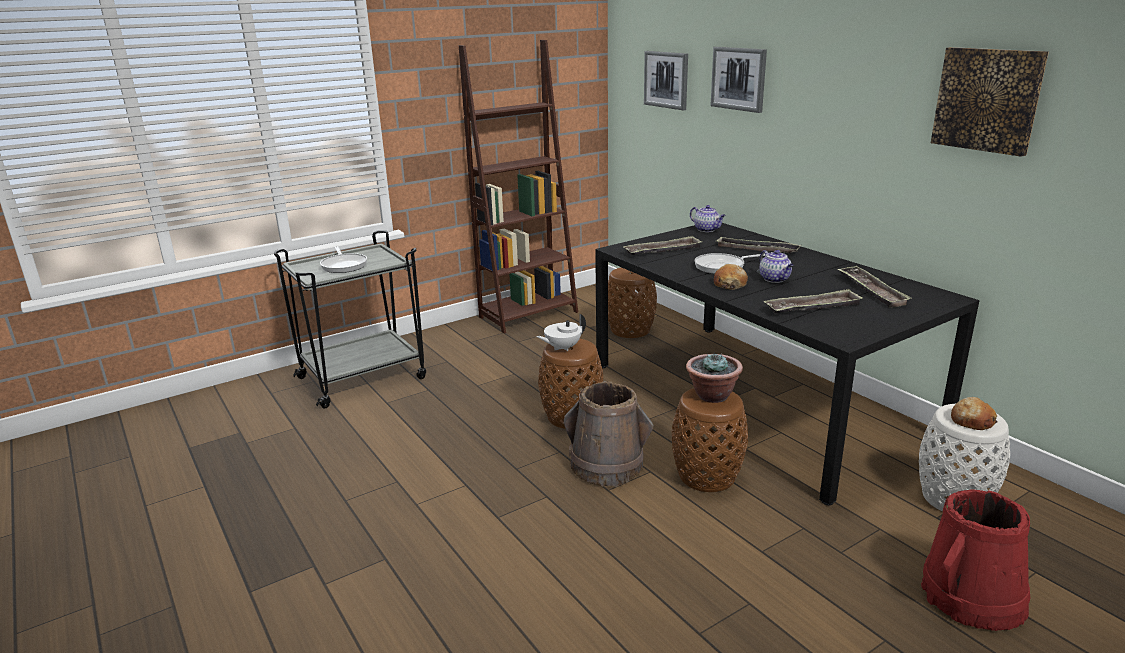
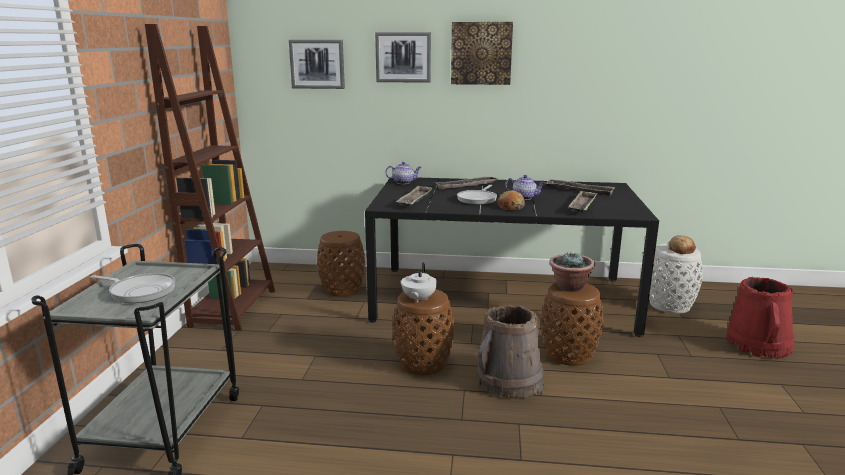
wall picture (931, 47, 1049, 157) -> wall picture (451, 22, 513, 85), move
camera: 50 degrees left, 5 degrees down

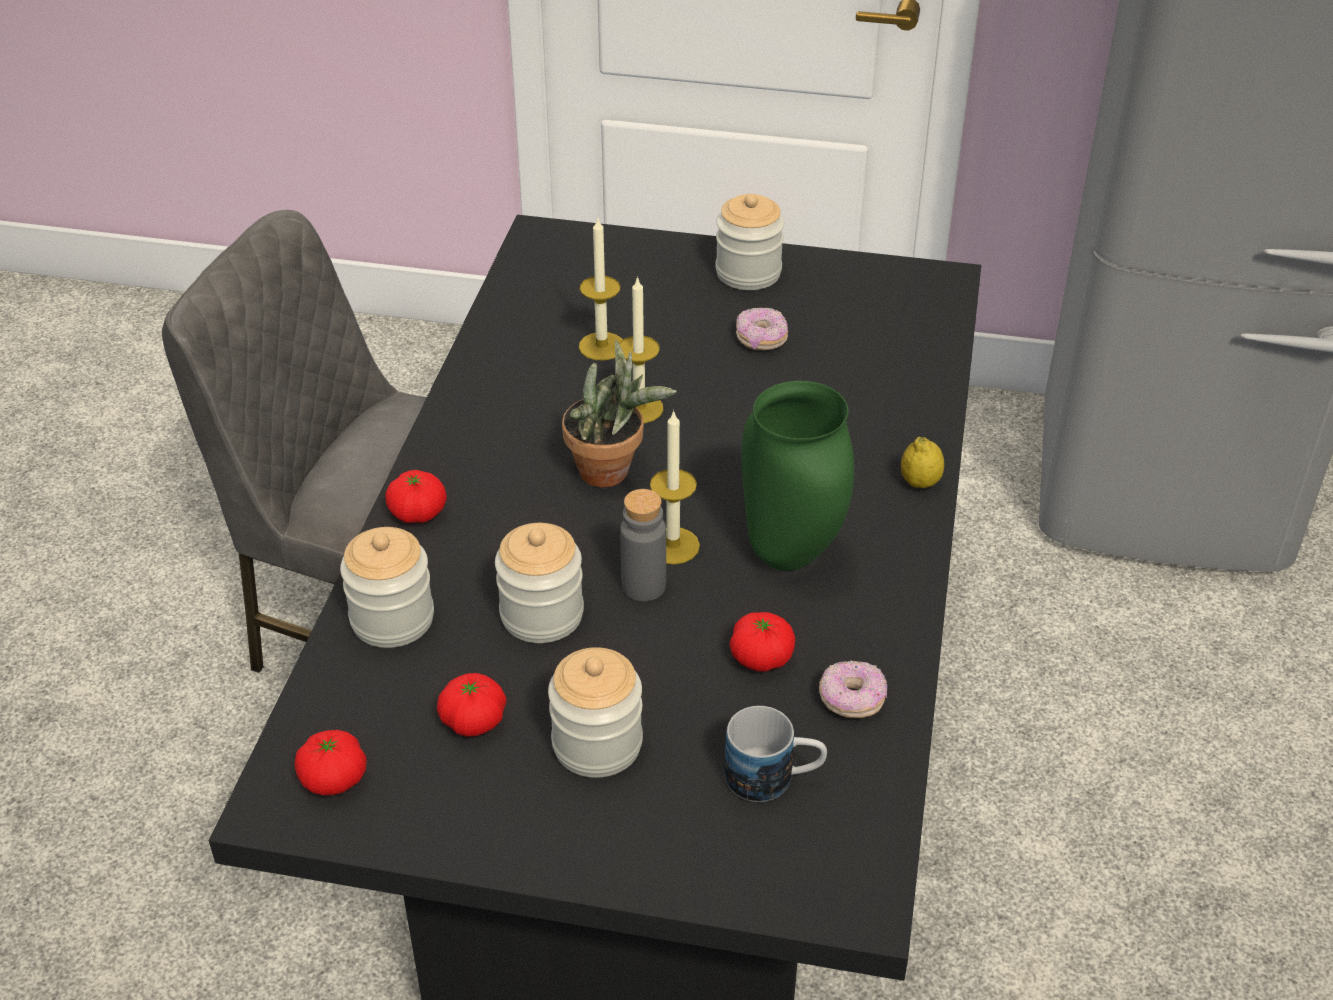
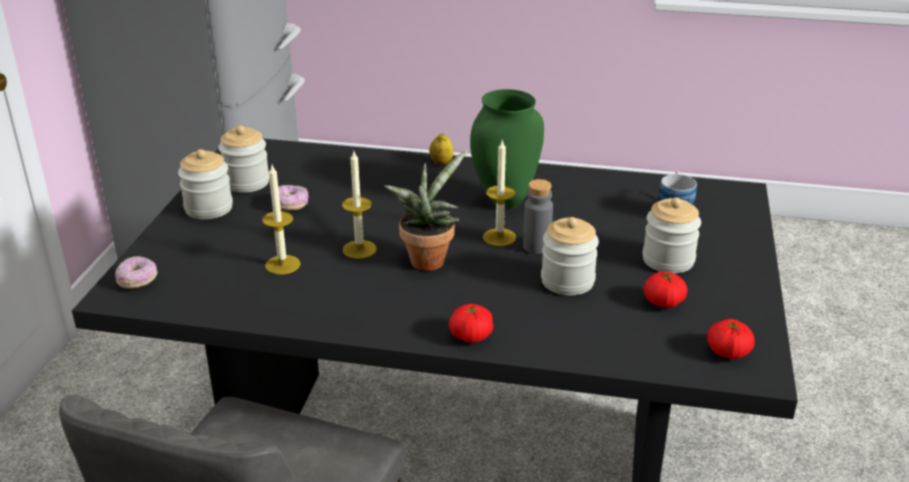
fresh tomato (730, 612, 795, 672) -> none
jar (340, 527, 434, 648) -> jar (218, 125, 269, 193), move
ring doughnut (819, 660, 887, 718) -> ring doughnut (115, 256, 158, 289), move
camera: 90 degrees left, 10 degrees down

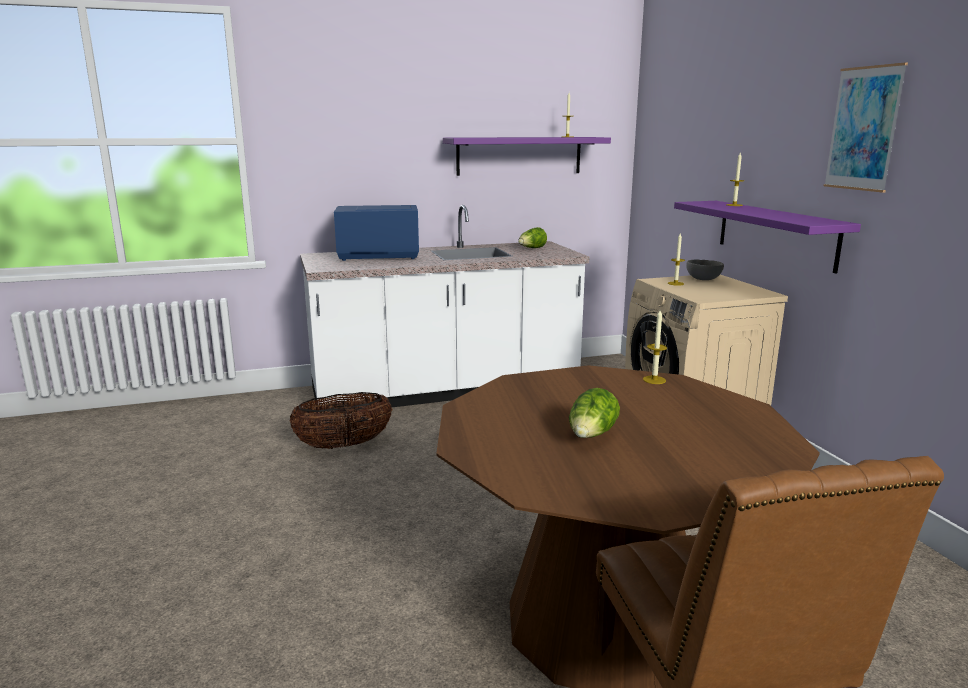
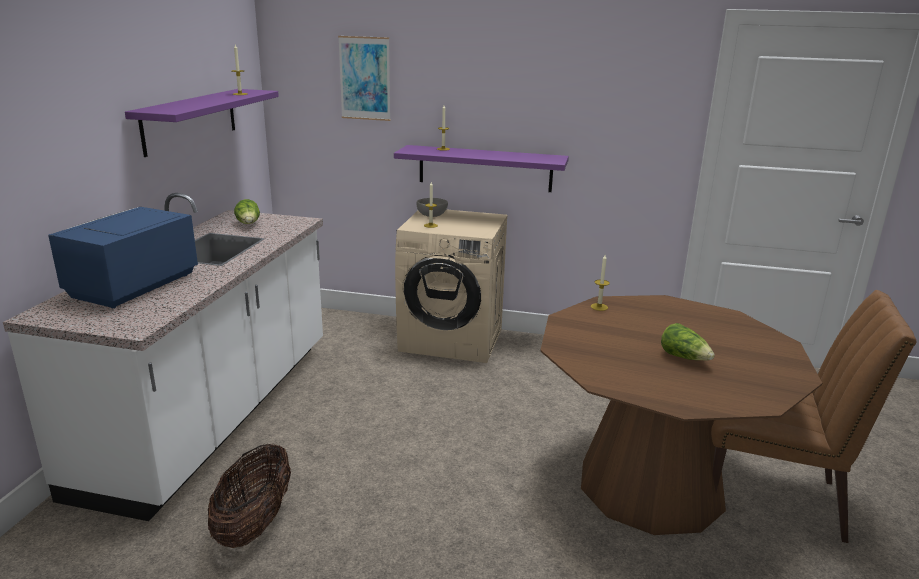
wall picture (824, 62, 908, 193) -> wall picture (338, 36, 391, 121), move
camera: 60 degrees left, 5 degrees up

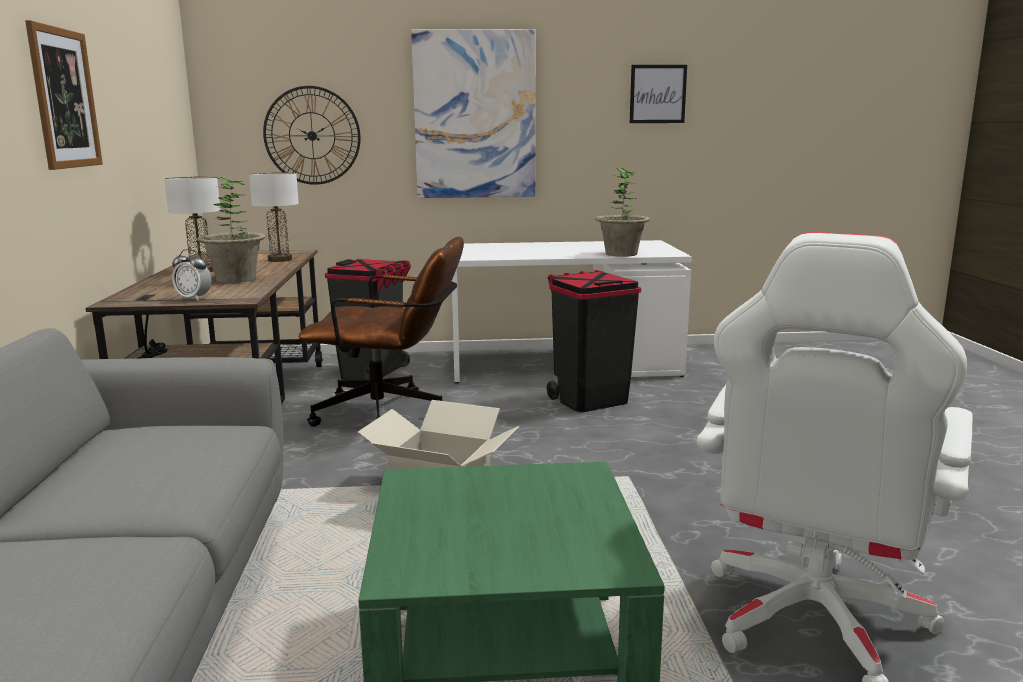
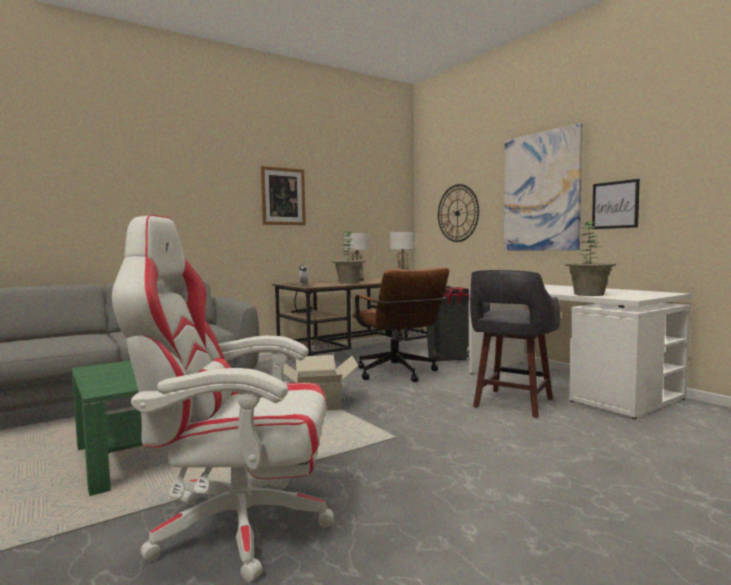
wall picture (630, 65, 687, 123) -> wall picture (592, 179, 640, 229), move
blackish rubbish bin (547, 270, 641, 413) -> gray stool seat (470, 270, 560, 418)
camera: 60 degrees right, 10 degrees down

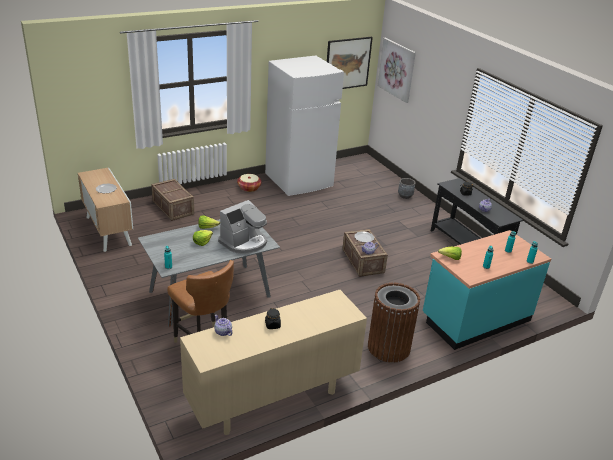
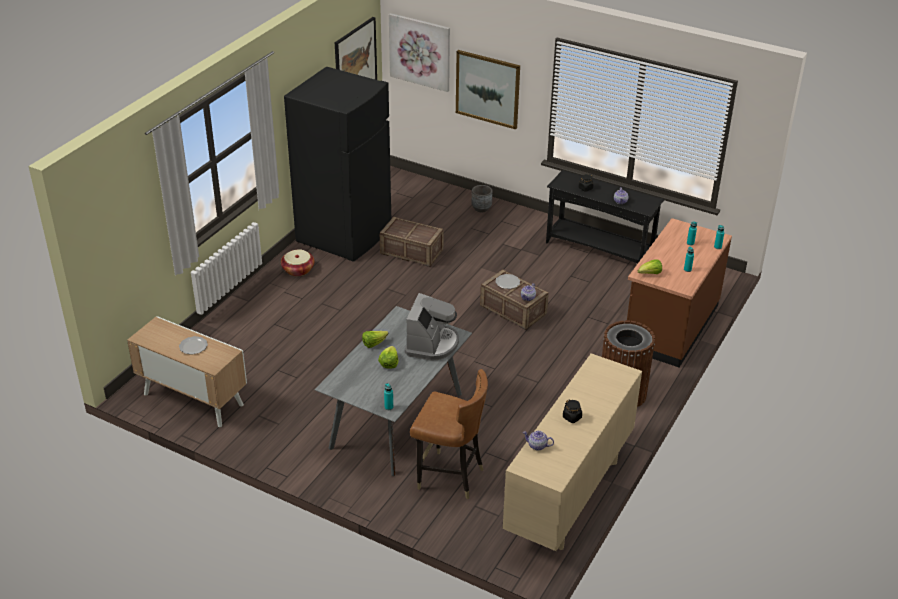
none -> wall picture (456, 50, 520, 130)
shipping crate (151, 179, 194, 221) -> shipping crate (380, 217, 444, 267), move
white fridge (265, 56, 344, 196) -> blackish fridge (284, 67, 391, 262)
turquoise kitchen counter (423, 230, 551, 350) -> brown kitchen counter (627, 218, 732, 367)
camera: 30 degrees left, 5 degrees up

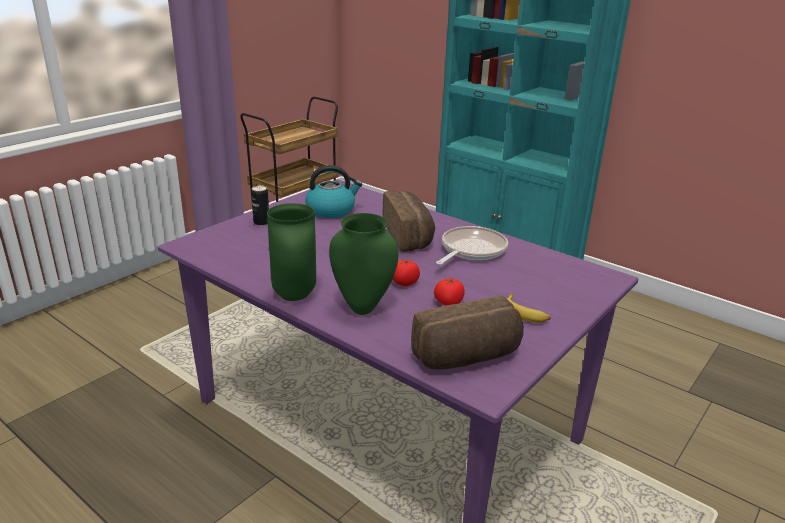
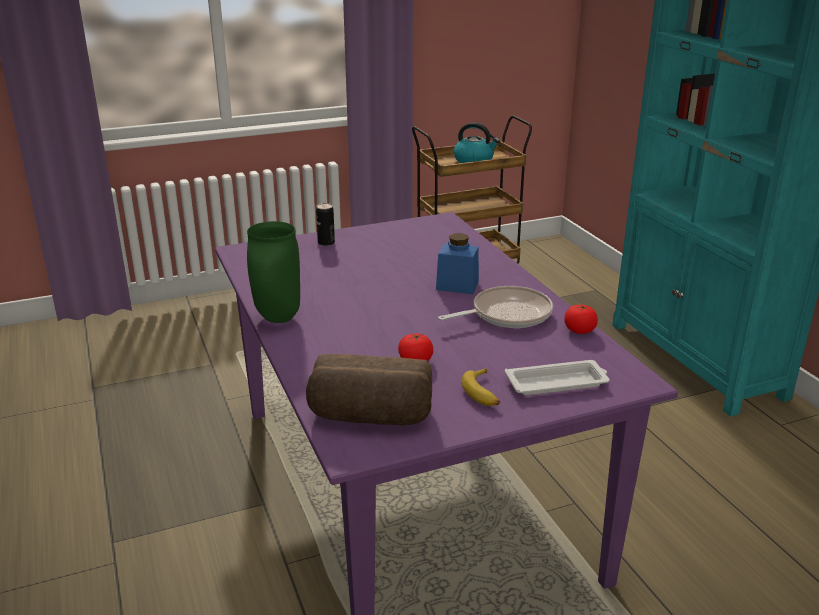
green vase (329, 213, 398, 315) -> none
none -> white tray (505, 360, 609, 395)
kettle (305, 165, 362, 218) -> kettle (454, 122, 500, 163), move
fresh tomato (393, 260, 420, 286) -> fresh tomato (564, 304, 598, 334), move
bread (383, 191, 435, 252) -> bluish jar (436, 233, 479, 294)
camera: 30 degrees right, 0 degrees up

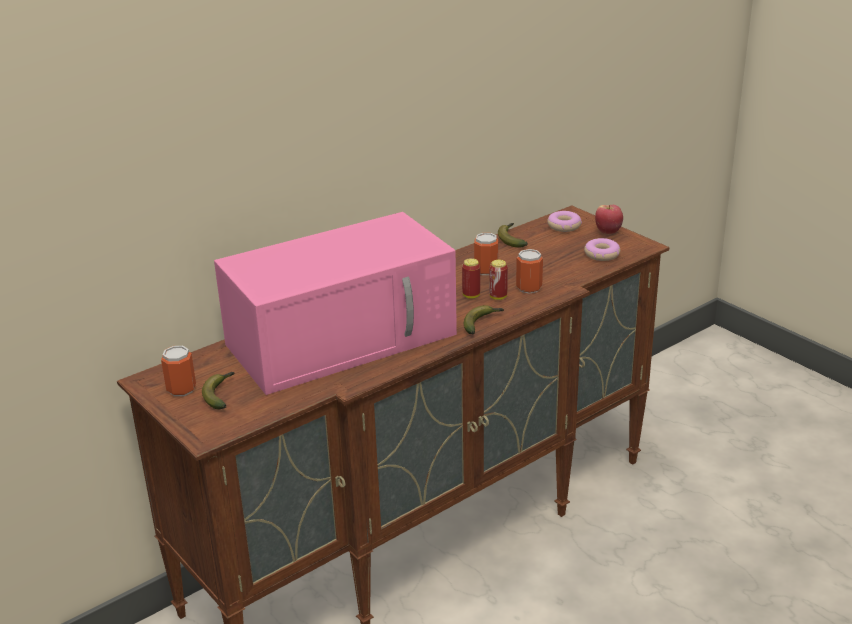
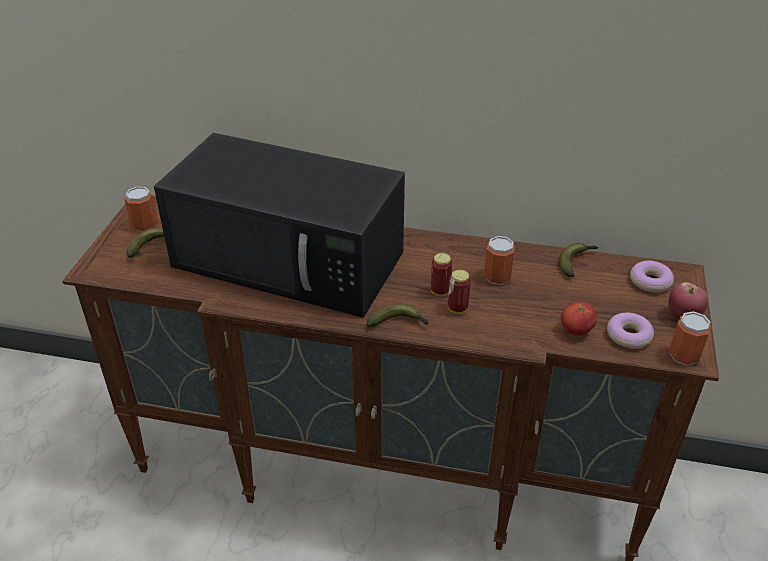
none -> fresh tomato (561, 302, 597, 336)
metal can (516, 249, 543, 294) -> metal can (669, 311, 712, 366), move
pinkish microwave oven (214, 212, 457, 395) -> blackish microwave oven (154, 133, 405, 318)
camera: 50 degrees right, 10 degrees up

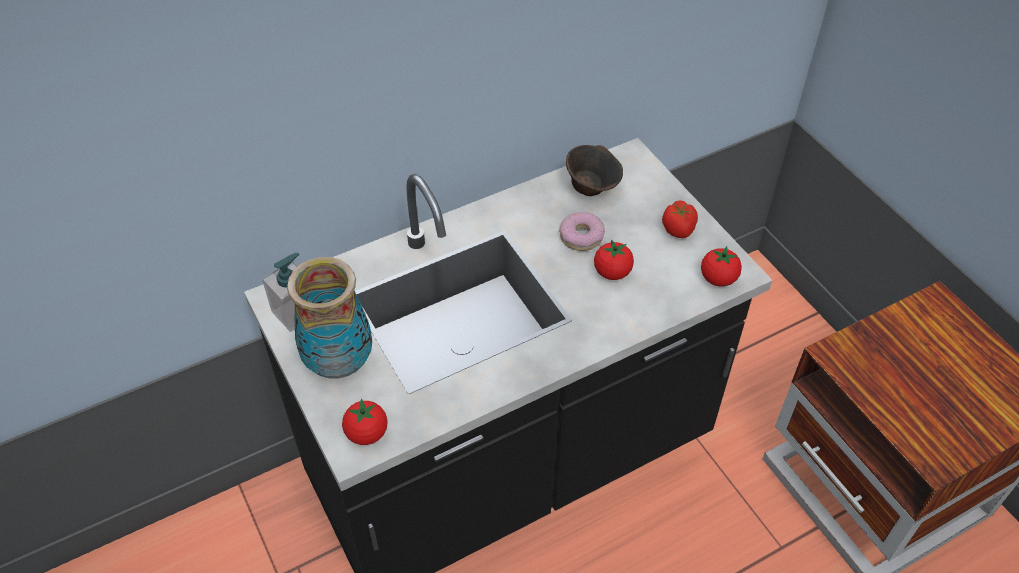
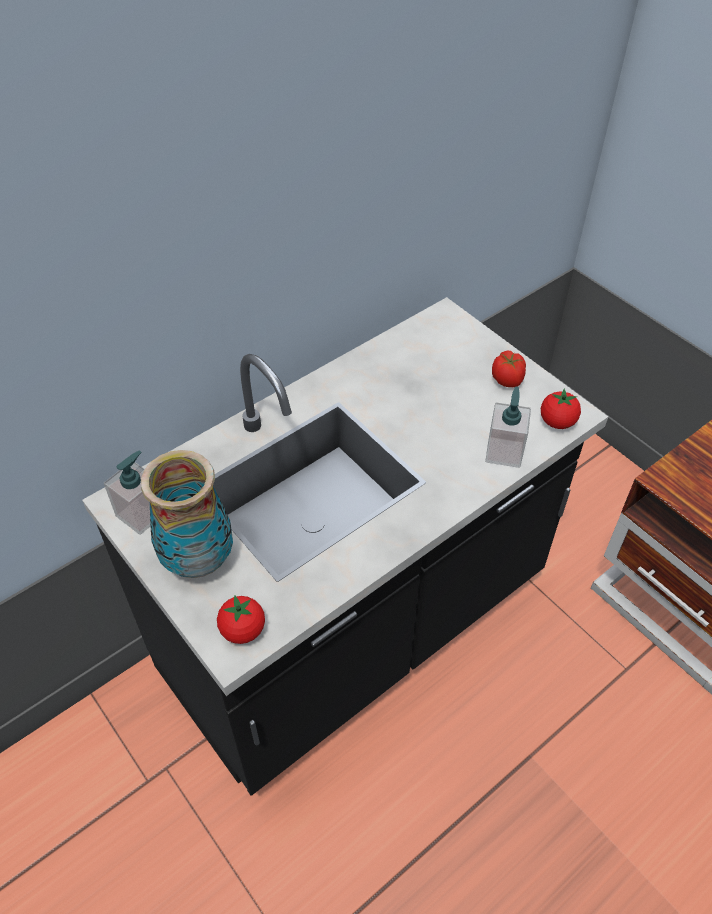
ring doughnut (559, 212, 605, 251) -> none
brown deep dish (566, 145, 623, 196) -> none
fresh tomato (594, 240, 634, 280) -> none
none -> soap dispenser (485, 386, 531, 468)
camera: 10 degrees left, 0 degrees up

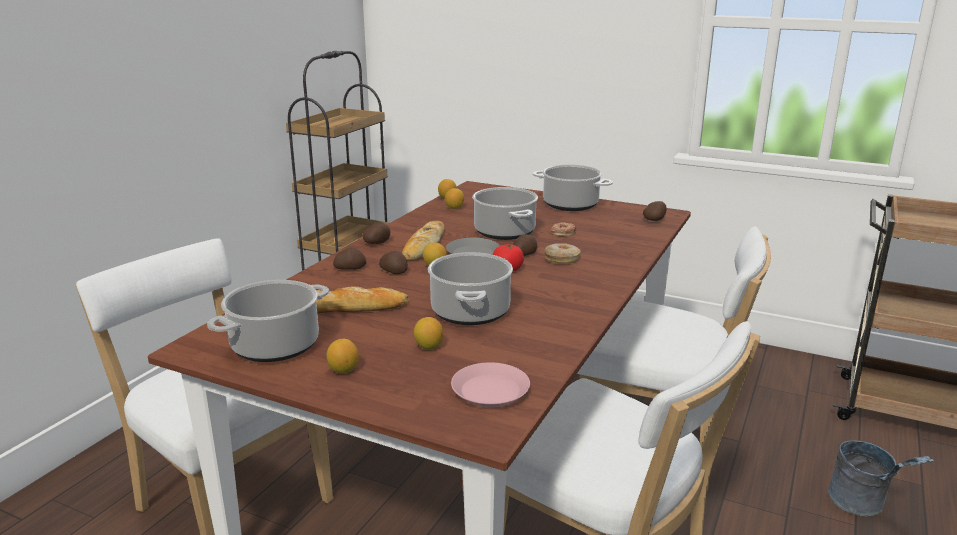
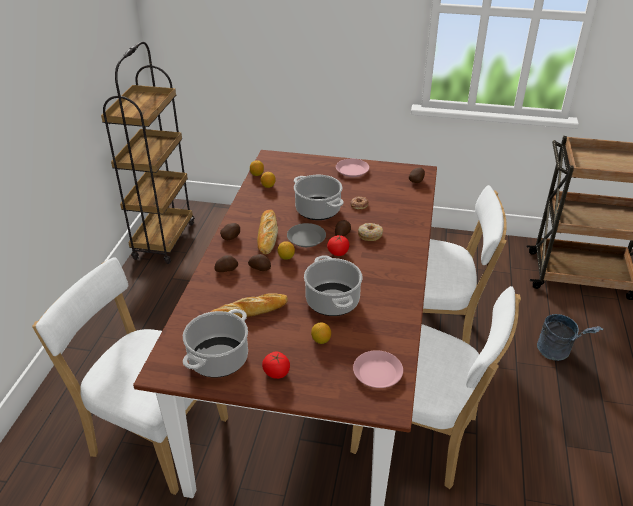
whole lemon (326, 339, 359, 373) -> fresh tomato (262, 352, 290, 379)
saucepot (533, 165, 613, 211) -> pinkish dinner plate (336, 159, 369, 177)
camera: 15 degrees left, 15 degrees up

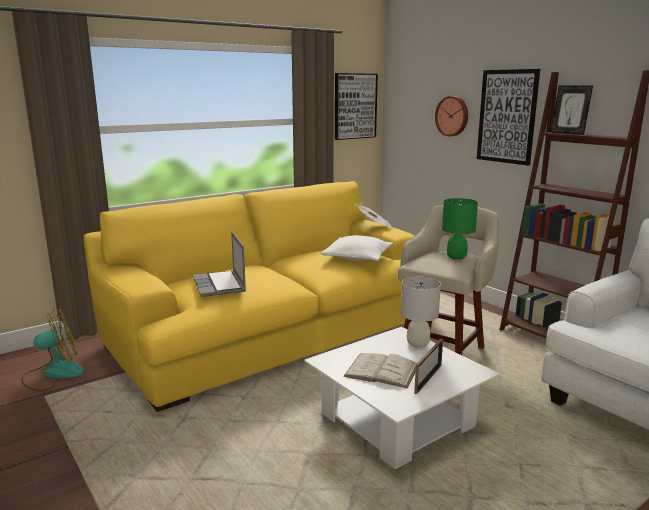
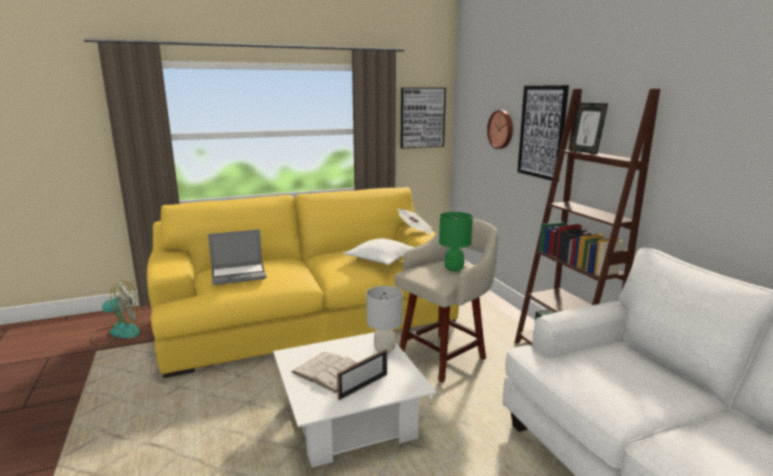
notebook computer (193, 231, 246, 297) -> notebook computer (208, 229, 267, 285), 105 degrees counterclockwise
camera: 15 degrees right, 0 degrees up

